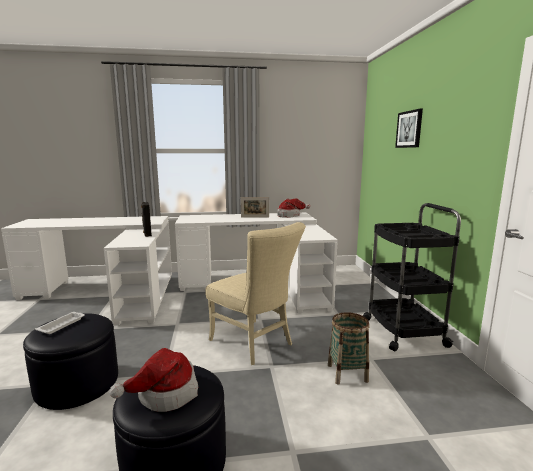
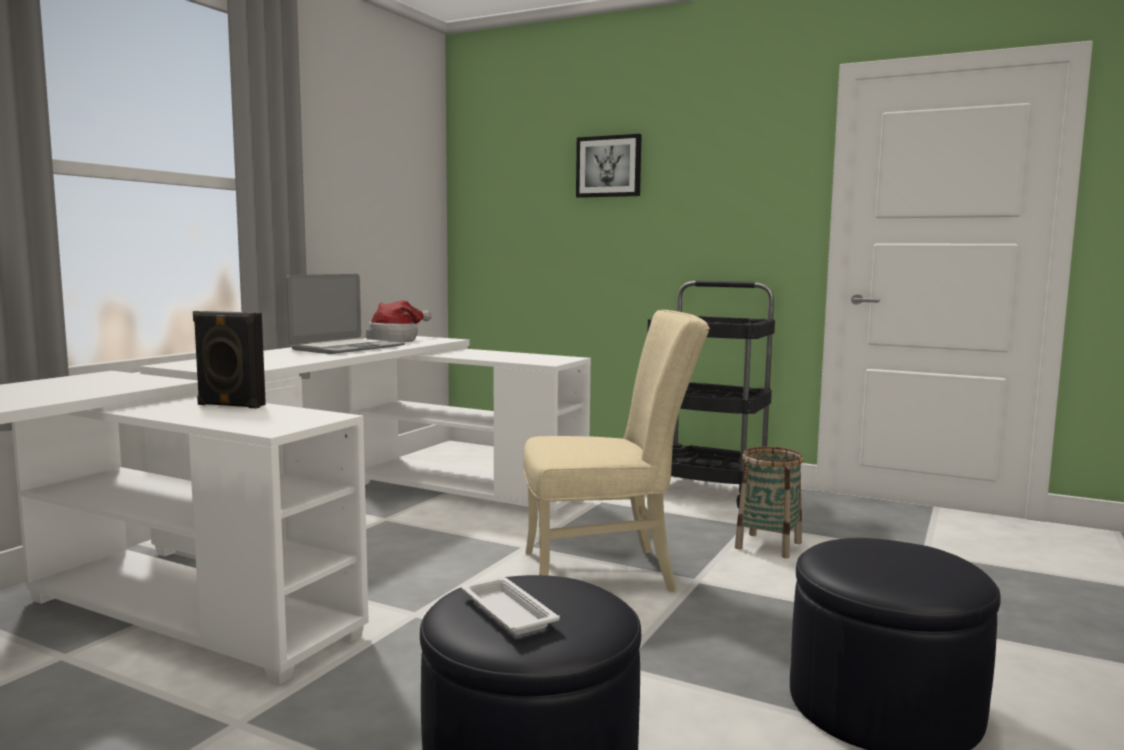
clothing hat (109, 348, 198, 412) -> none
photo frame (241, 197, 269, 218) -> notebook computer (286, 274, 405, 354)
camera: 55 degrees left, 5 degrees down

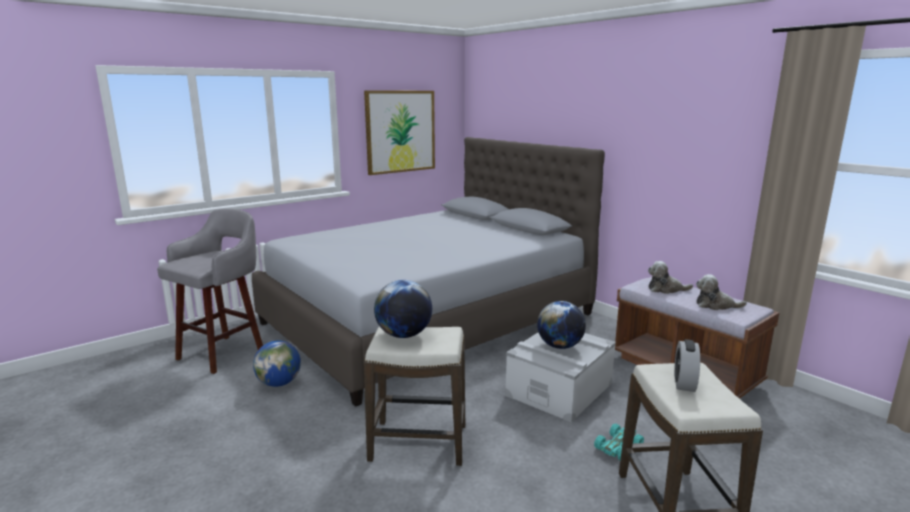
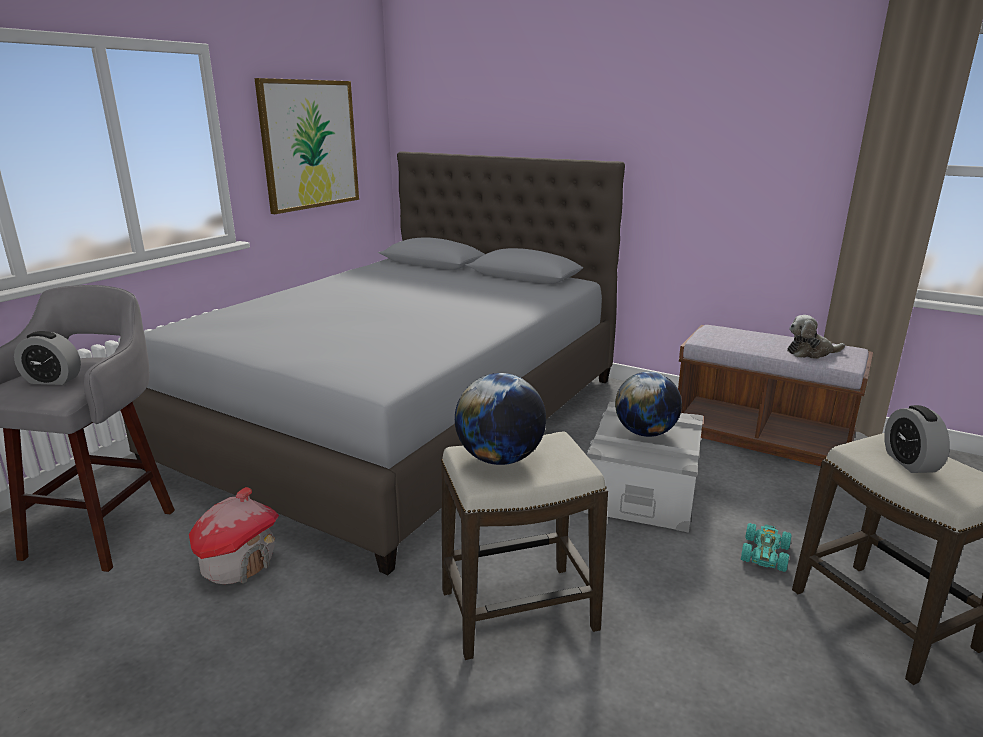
cuddly toy (648, 261, 693, 294) -> none
none -> bedside clock (14, 331, 81, 385)
world globe (253, 340, 301, 387) -> miniature house (189, 487, 279, 584)
camera: 20 degrees left, 5 degrees up

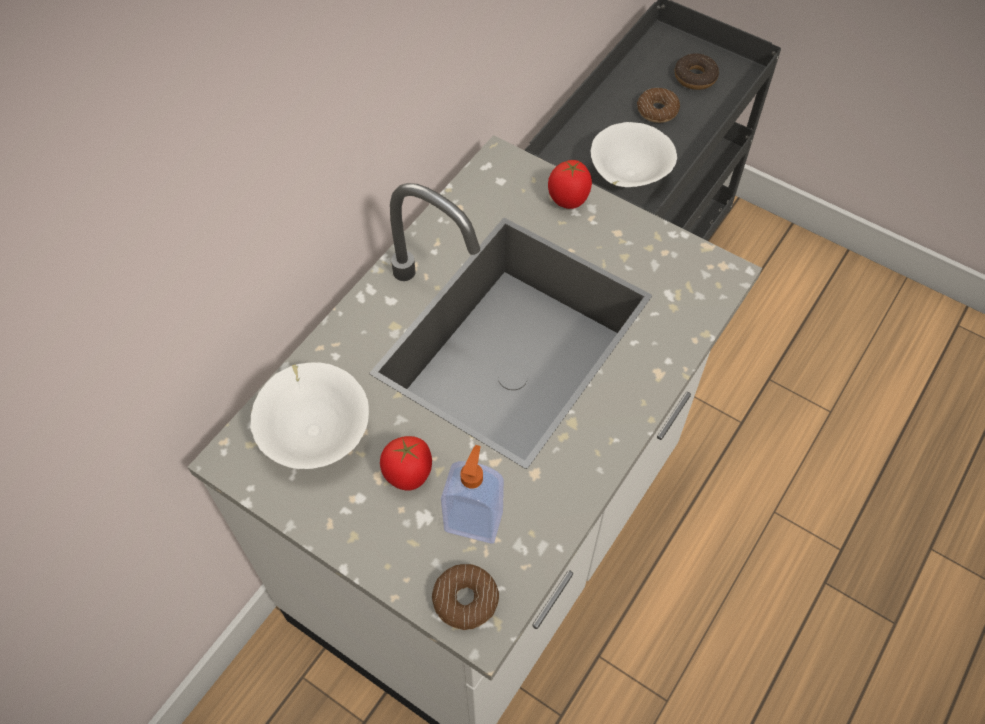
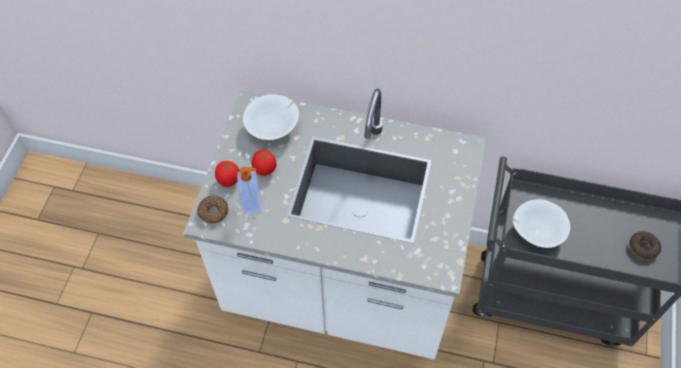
ring doughnut (637, 88, 680, 123) -> none
fresh tomato (548, 160, 592, 209) -> fresh tomato (215, 161, 240, 187), move
camera: 70 degrees right, 0 degrees up

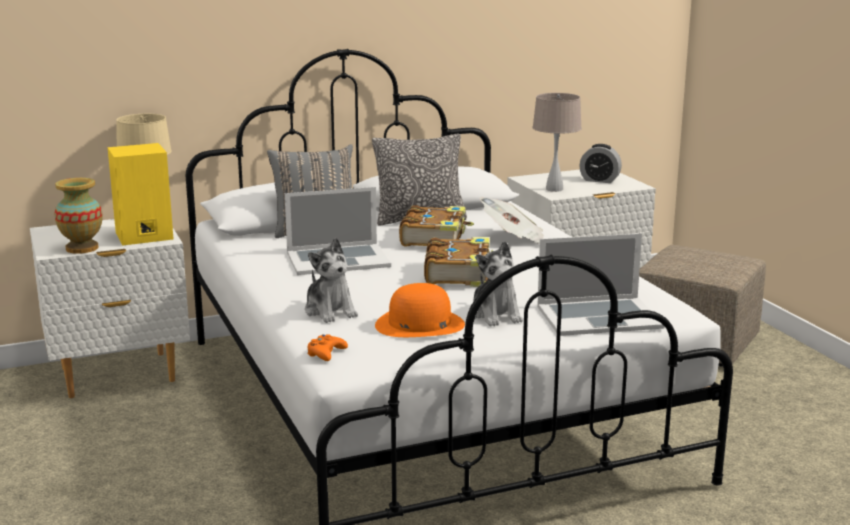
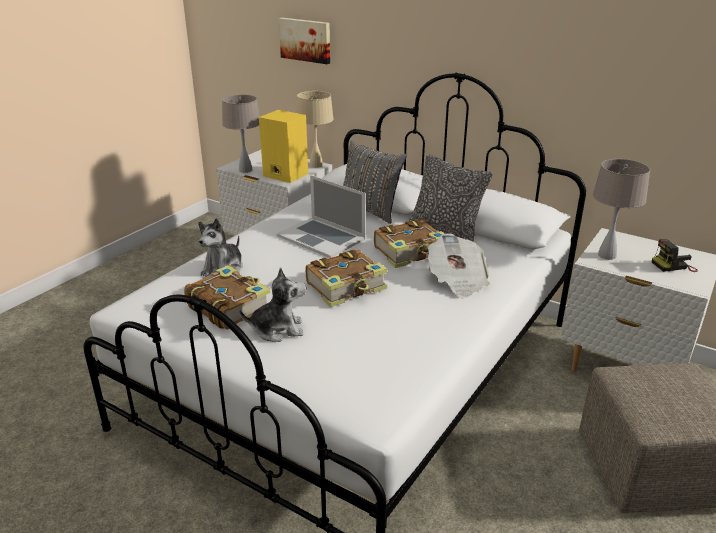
orange-coloured gamepad (307, 335, 348, 361) -> none
notebook computer (537, 234, 664, 336) -> none
none -> wall picture (279, 18, 330, 64)
vase (55, 178, 103, 254) -> beige table lamp (222, 95, 260, 173)
orange-coloured clothing hat (375, 283, 465, 337) -> book (184, 265, 270, 330)
bedside clock (579, 144, 622, 183) -> still camera (652, 239, 698, 272)
cuddly toy (473, 241, 523, 327) -> cuddly toy (239, 267, 307, 342), 135 degrees counterclockwise
camera: 55 degrees right, 10 degrees up

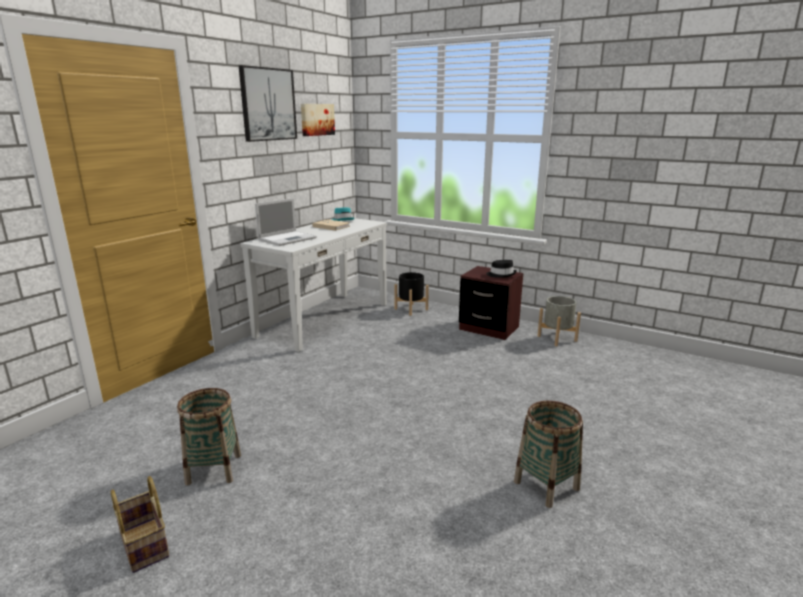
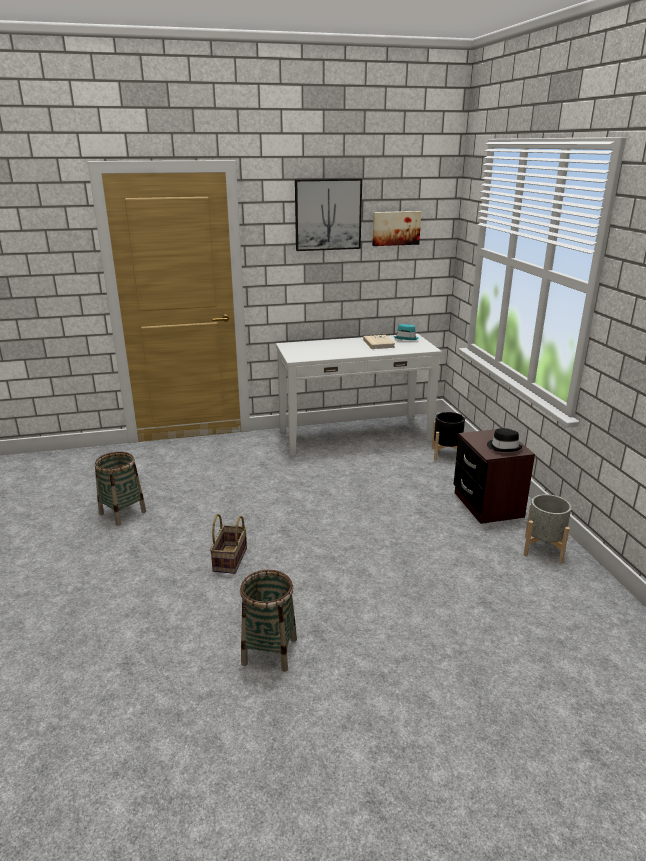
notebook computer (255, 198, 317, 246) -> none
basket (111, 476, 169, 573) -> basket (210, 514, 247, 574), move
camera: 45 degrees right, 5 degrees up

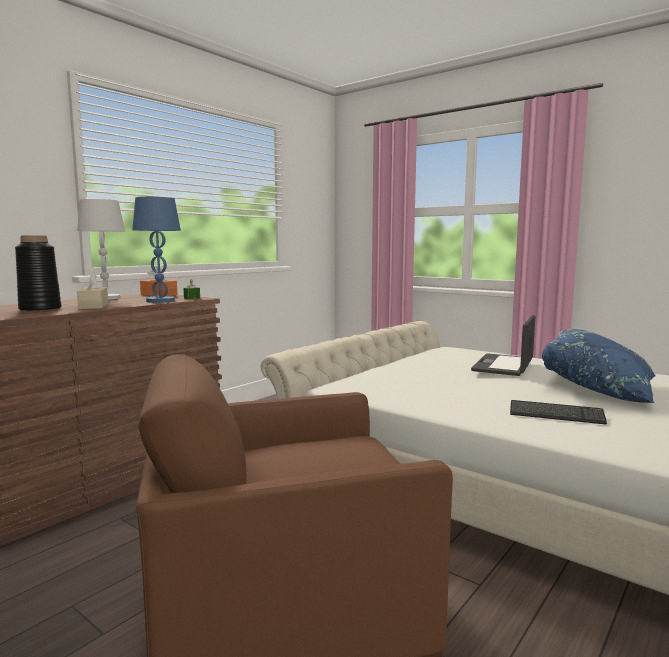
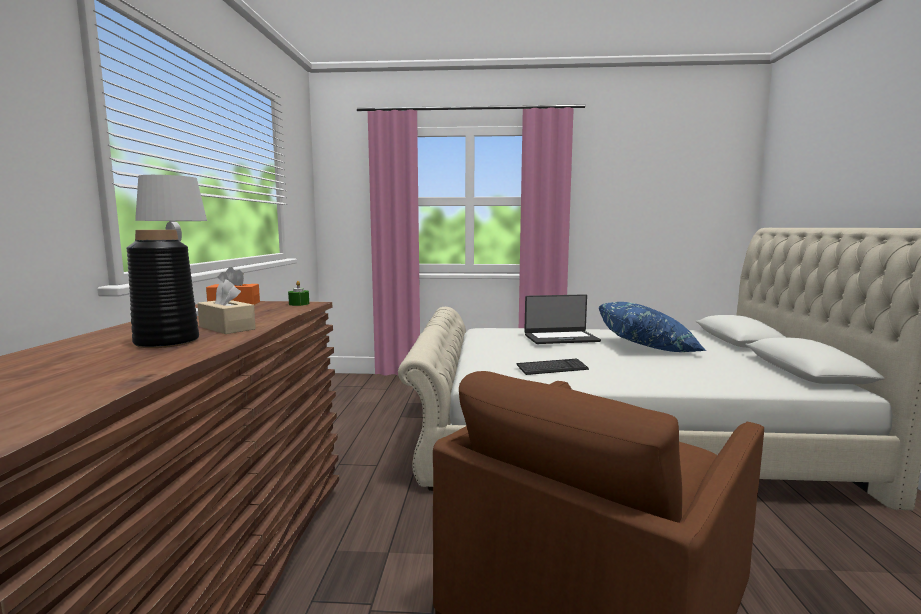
bluish table lamp (132, 197, 181, 303) -> none
computer keyboard (510, 400, 607, 425) -> computer keyboard (517, 359, 589, 375), move
notebook computer (471, 315, 535, 376) -> notebook computer (524, 294, 601, 344), 90 degrees counterclockwise
camera: 35 degrees left, 0 degrees up

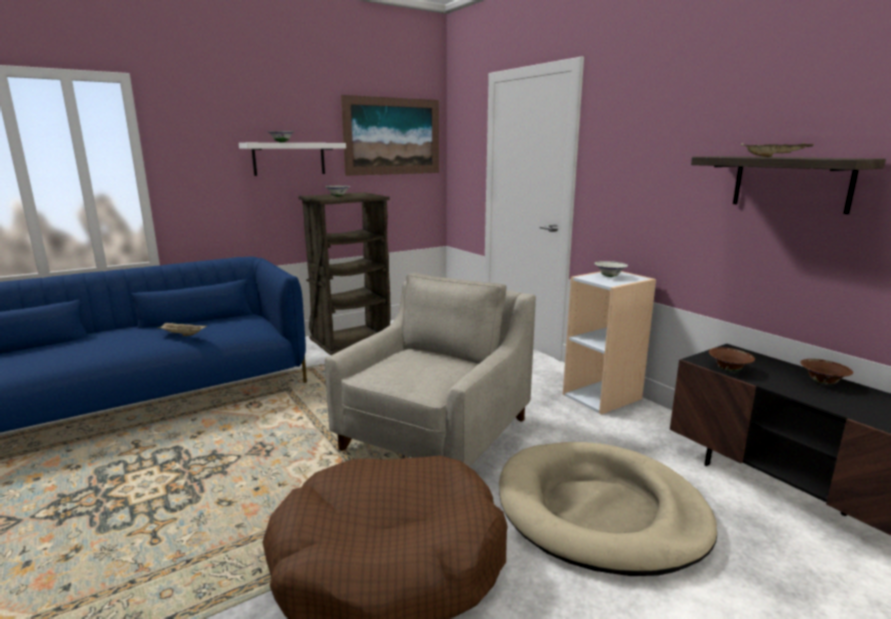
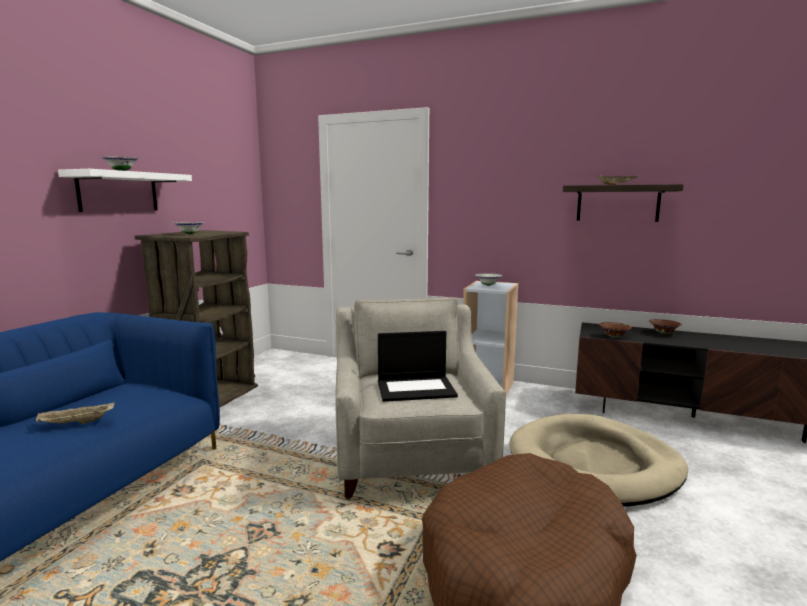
wall picture (341, 95, 439, 176) -> none
none -> notebook computer (378, 331, 458, 402)
camera: 35 degrees left, 5 degrees down

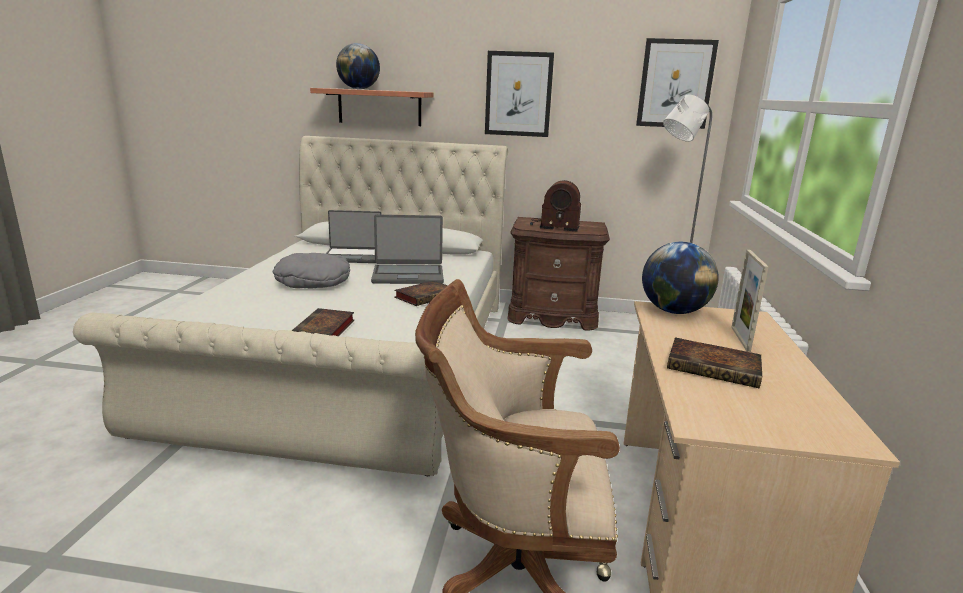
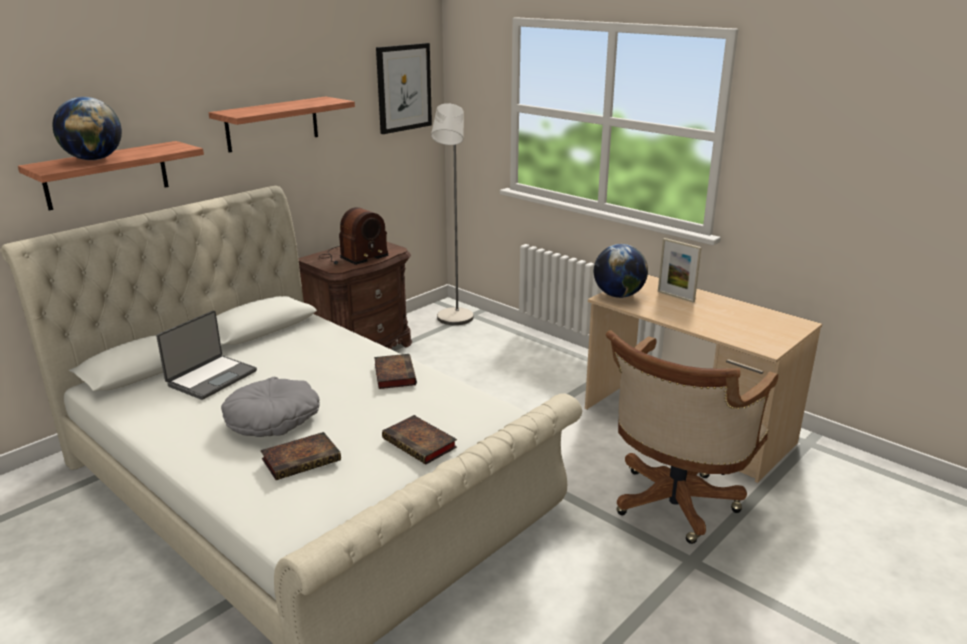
notebook computer (371, 215, 444, 284) -> none
book (667, 337, 762, 389) -> book (261, 432, 341, 480), move
wall picture (485, 51, 554, 137) -> bracket shelf (208, 96, 355, 153)
camera: 55 degrees left, 5 degrees up

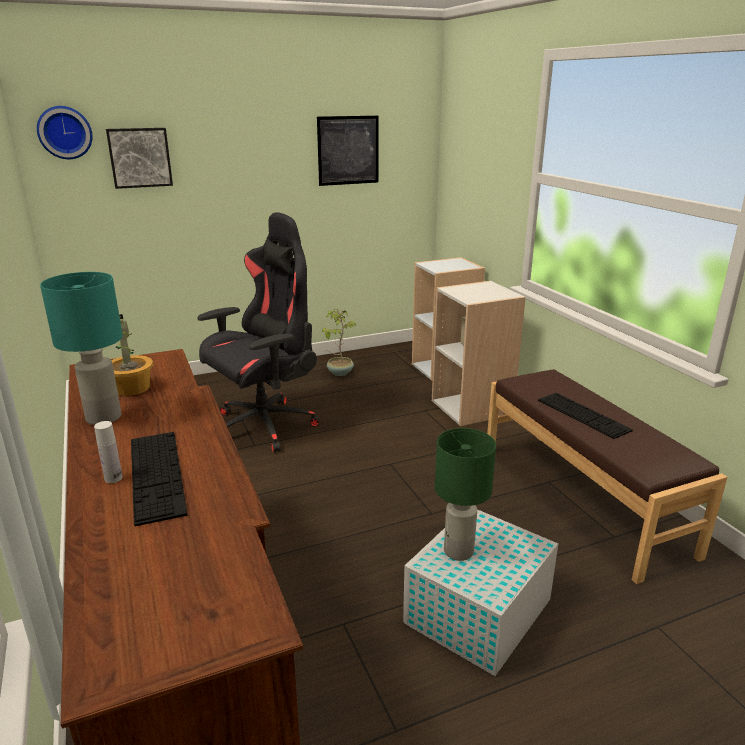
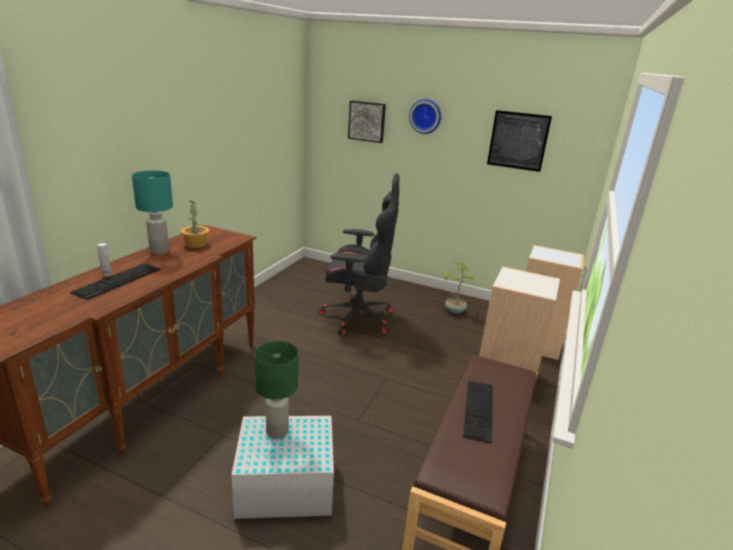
clock on the wall (37, 106, 93, 159) -> clock on the wall (409, 99, 441, 134), move
camera: 45 degrees right, 0 degrees up

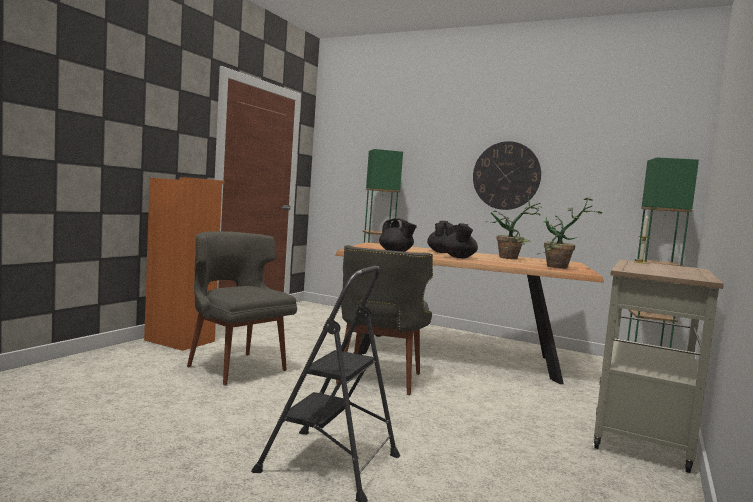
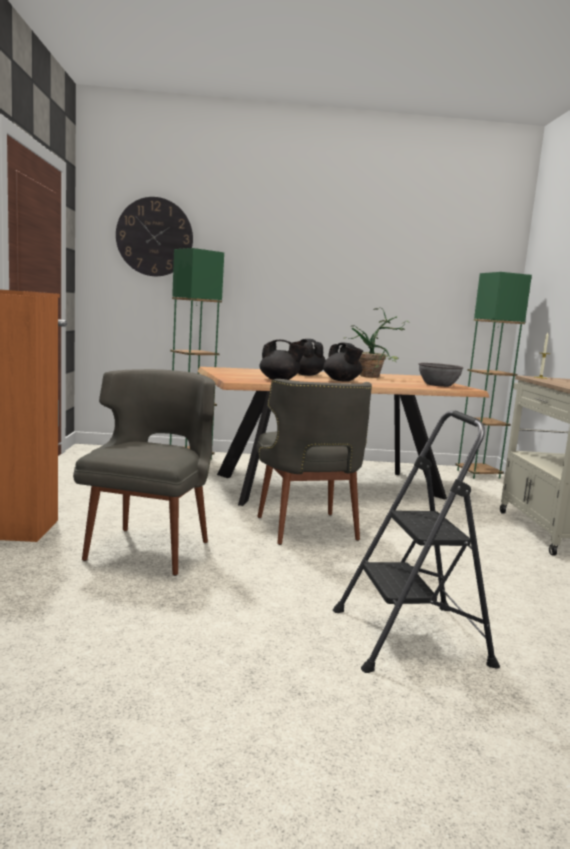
clock on the wall (473, 141, 541, 210) -> clock on the wall (116, 197, 193, 276), move
houseplant (537, 198, 602, 269) -> gray deep dish (419, 363, 464, 387)
gray upright chair (187, 231, 297, 385) -> gray upright chair (73, 369, 215, 576), 90 degrees clockwise
camera: 30 degrees left, 5 degrees up

